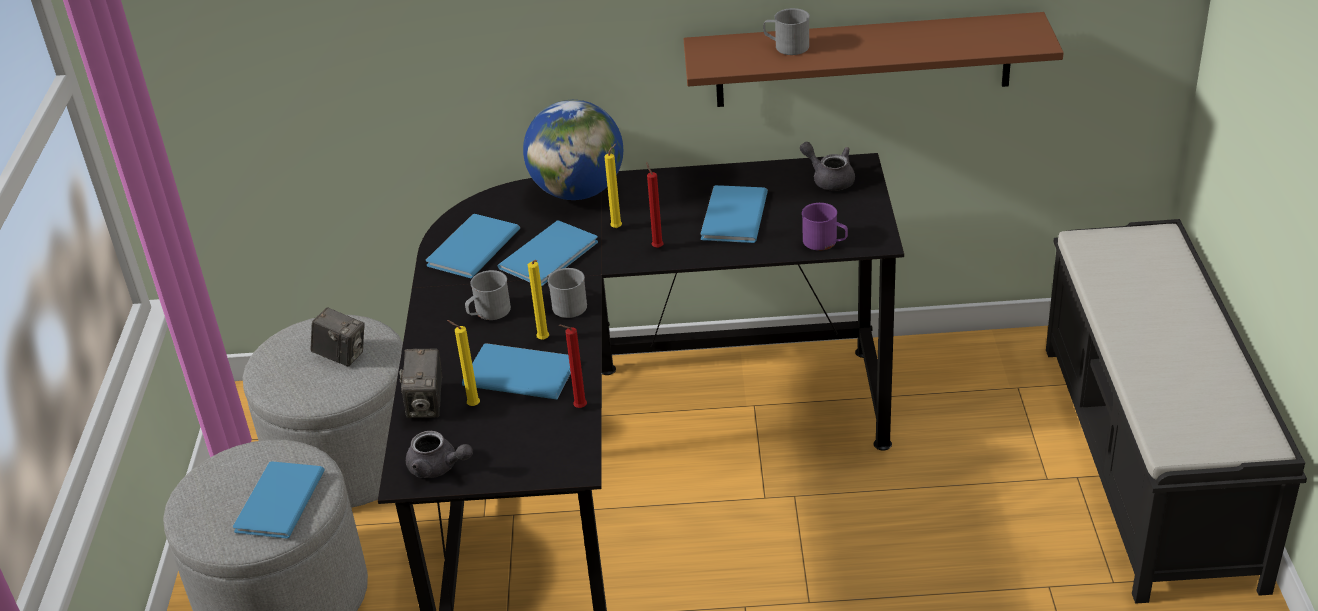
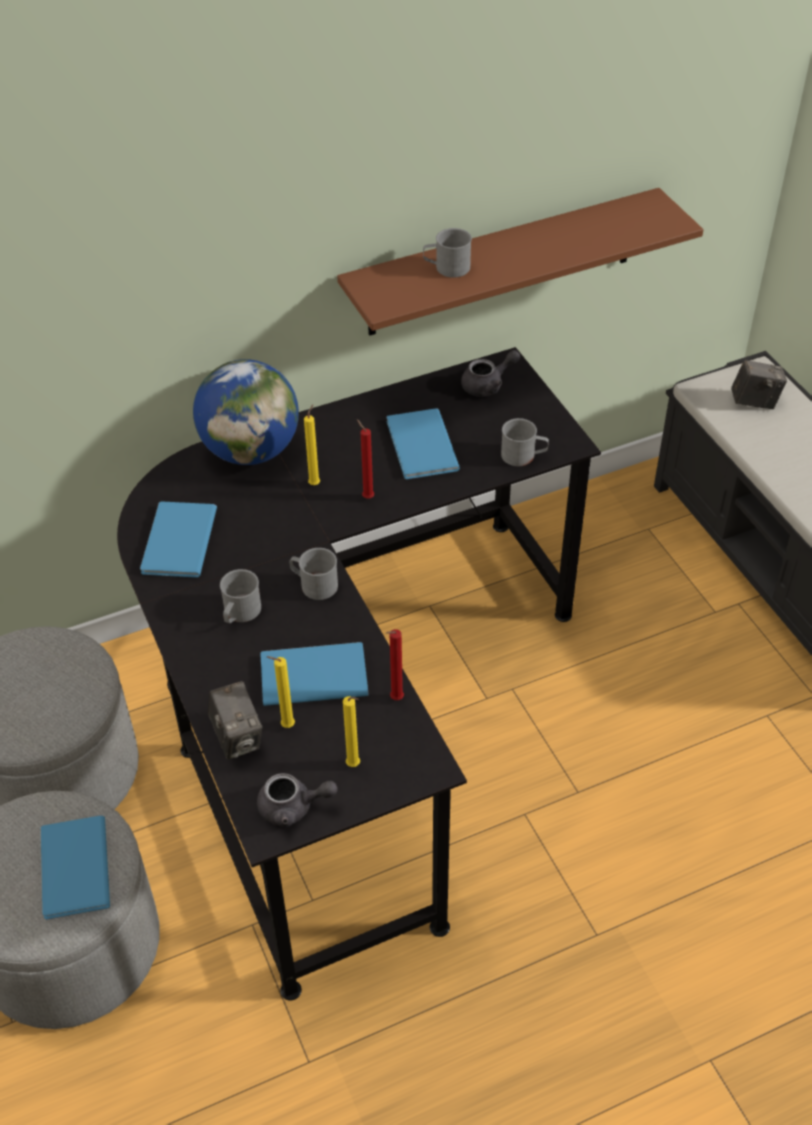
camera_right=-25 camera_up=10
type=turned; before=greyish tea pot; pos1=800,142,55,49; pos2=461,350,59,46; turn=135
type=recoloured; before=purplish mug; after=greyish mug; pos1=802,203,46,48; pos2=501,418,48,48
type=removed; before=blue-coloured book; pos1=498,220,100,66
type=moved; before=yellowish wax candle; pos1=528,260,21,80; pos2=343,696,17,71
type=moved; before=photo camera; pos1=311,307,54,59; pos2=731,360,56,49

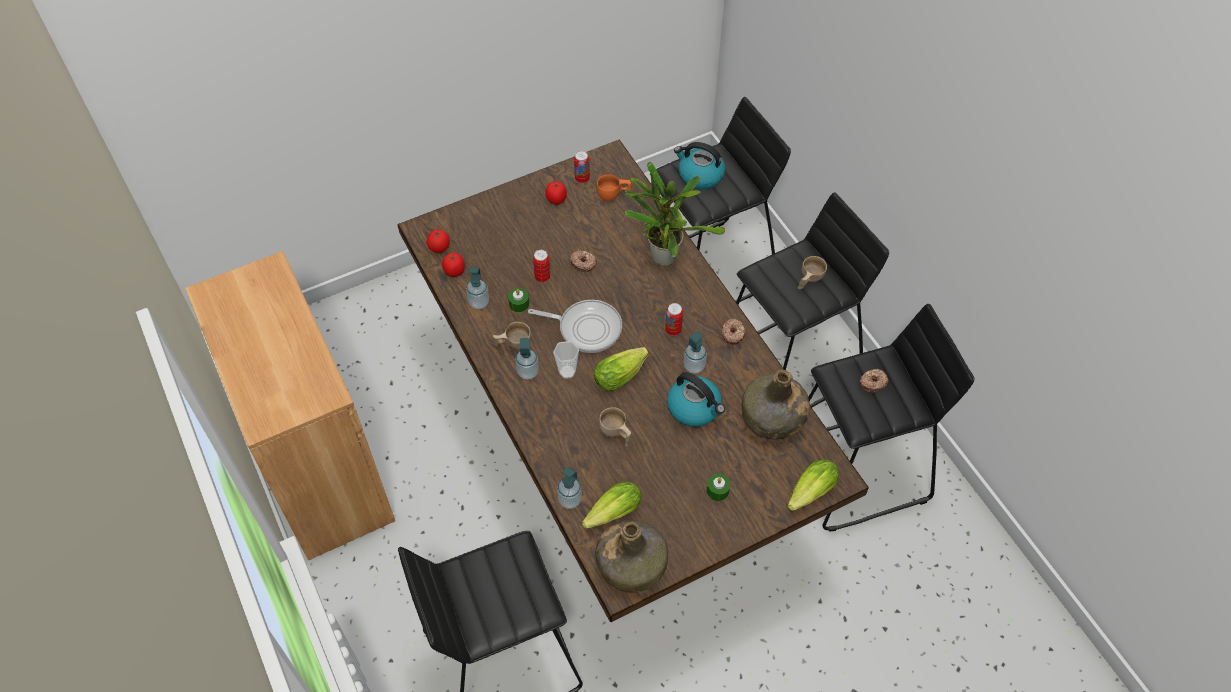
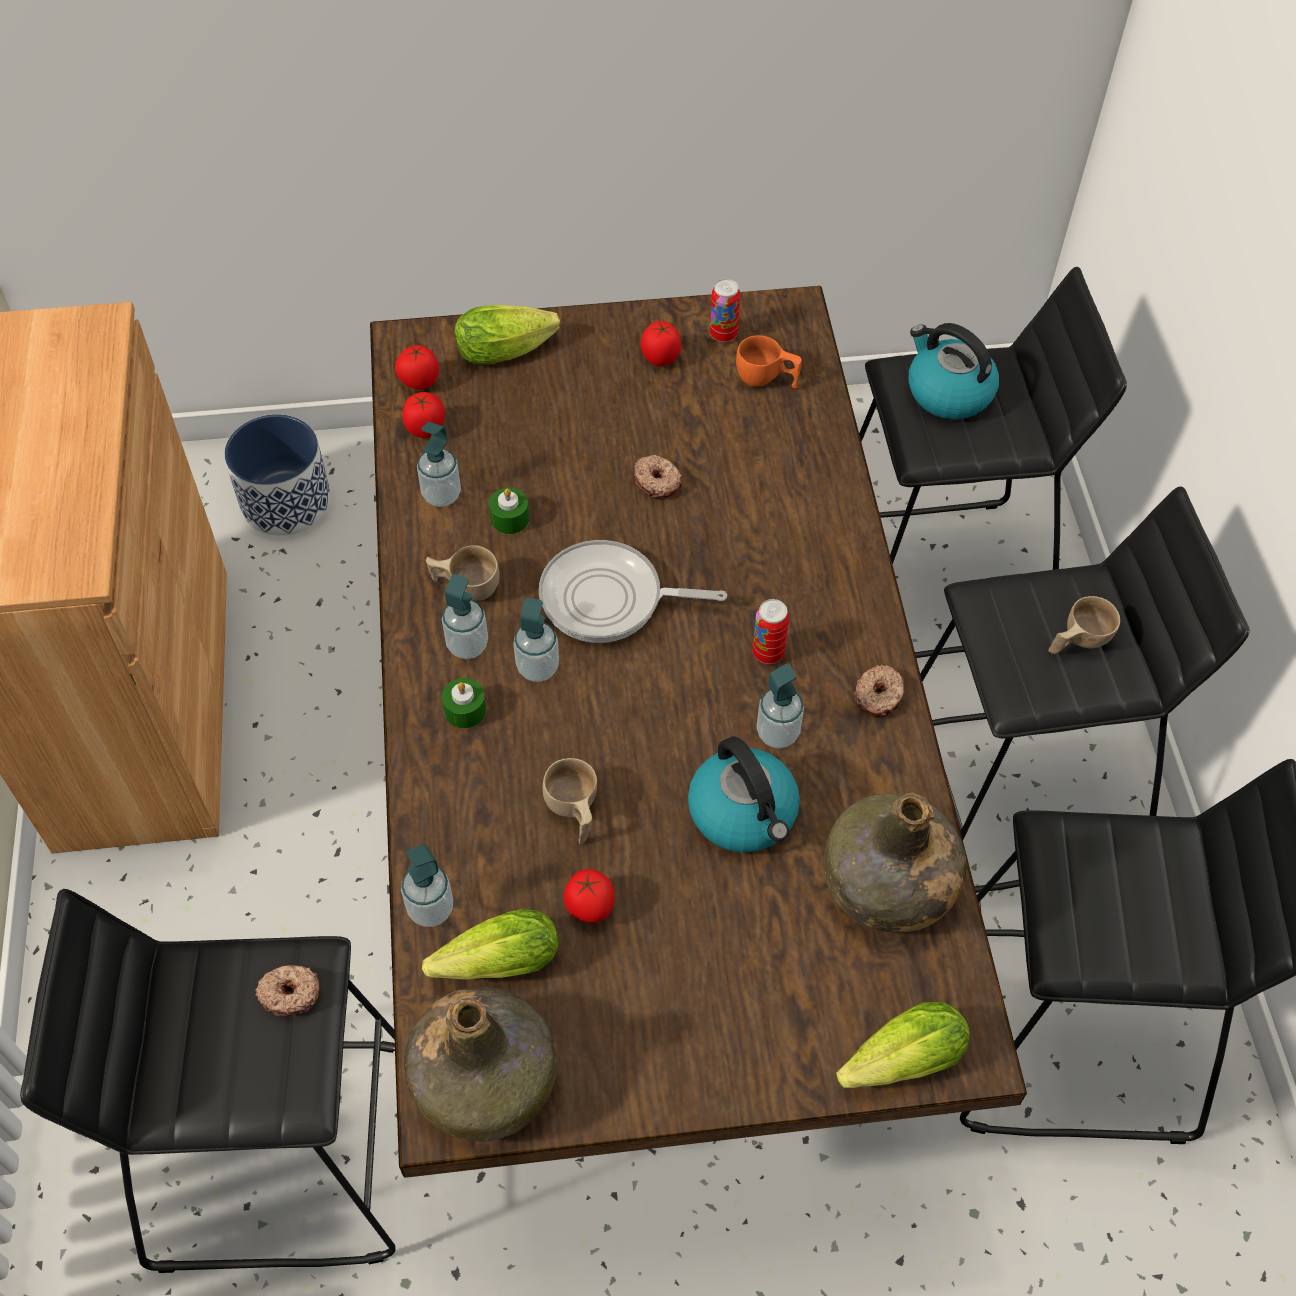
camera_right=20 camera_up=0
type=removed; before=plant in a pot; pos1=625,162,100,104
type=removed; before=sealed can; pos1=533,250,17,32
type=turned; before=pan; pos1=528,300,94,53; pos2=539,540,188,103; turn=150
type=replaced; before=drinking cup; after=liquid soap bottle; pos1=553,341,26,38; pos2=514,598,45,84
type=moved; before=head of lettuce; pos1=594,347,55,44; pos2=455,305,105,60
type=moved; before=donut; pos1=860,369,28,24; pos2=255,965,64,51
type=moved; before=green-coloured wax candle; pos1=707,474,23,27; pos2=442,678,44,51
type=added; after=plant pot; pos2=224,414,107,122
type=added; after=fresh tomato; pos2=564,869,51,54

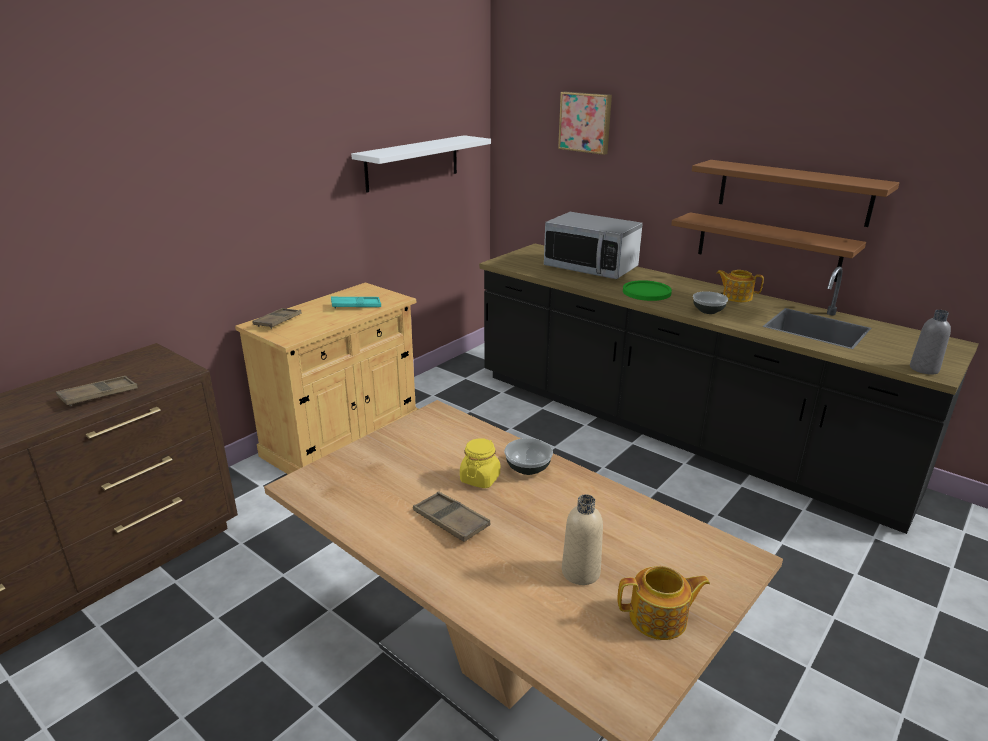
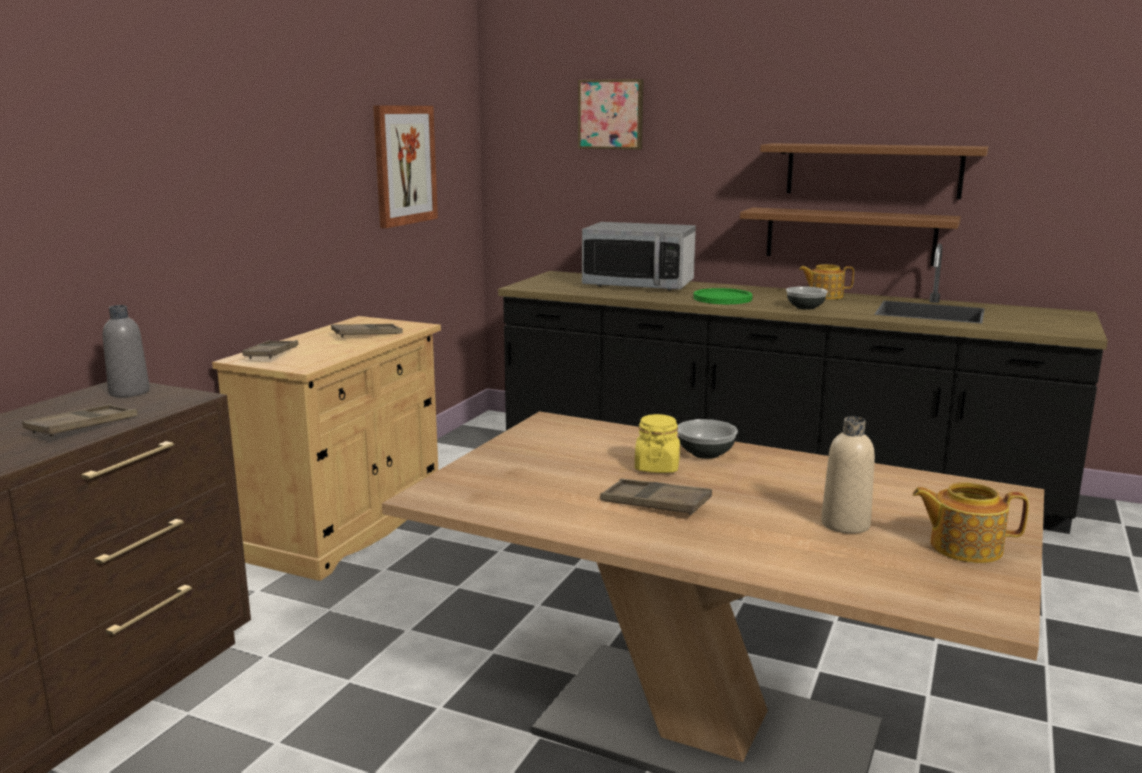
camera_right=-15 camera_up=-10
type=replaced; before=white-coloured shelf; after=picture; pos1=351,135,140,58; pos2=373,105,65,123
type=recoloured; before=turquoise-coloured tray; after=brown-coloured tray; pos1=331,297,50,11; pos2=331,324,72,13
type=moved; before=greyish beverage bottle; pos1=910,310,41,65; pos2=103,305,47,92
type=turned; before=tea pot; pos1=617,566,93,74; pos2=912,482,117,81; turn=-150

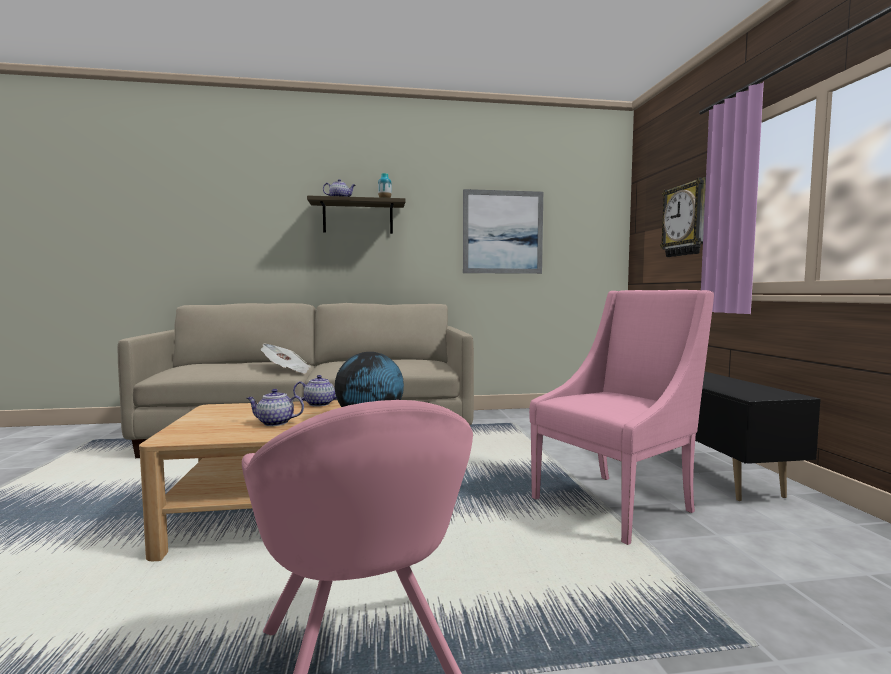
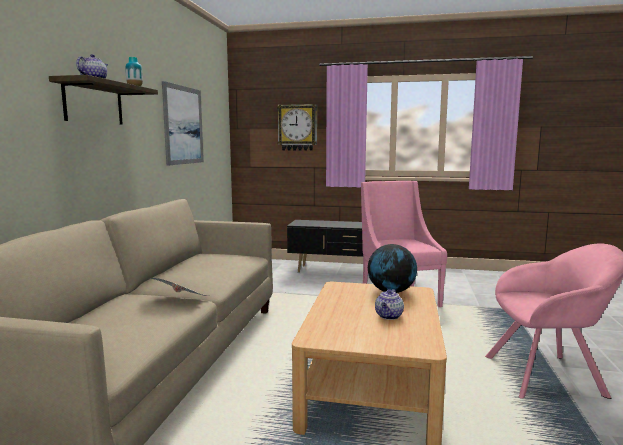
camera_right=-70 camera_up=5
type=removed; before=tea pot; pos1=293,375,44,31

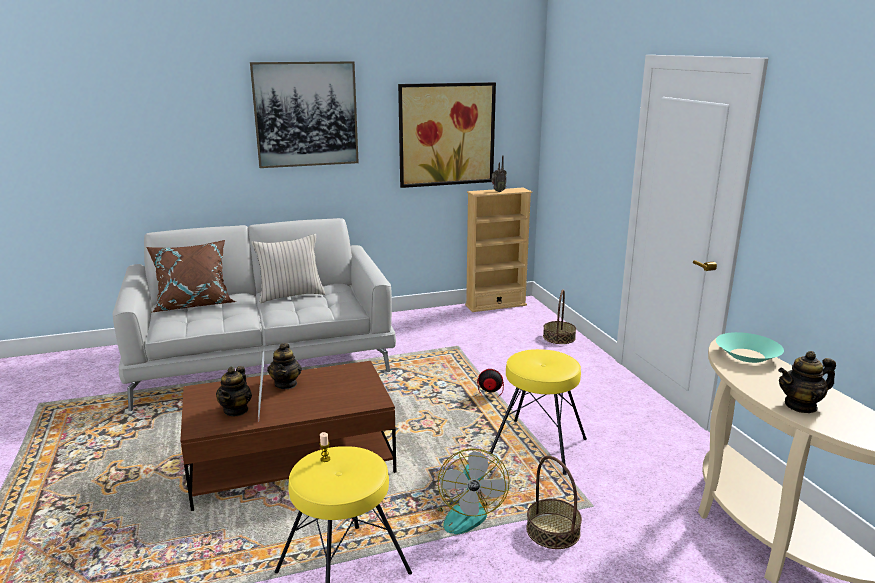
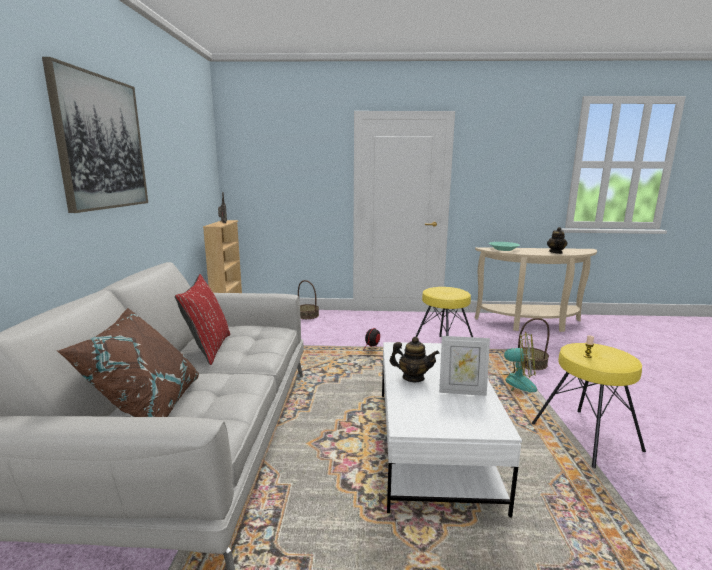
camera_right=-70 camera_up=-5
type=removed; before=picture; pos1=398,82,98,106
type=recoloured; before=beige pillow; after=red pillow; pos1=251,234,74,69; pos2=175,274,55,91
type=recoloured; before=brown-coloured lounge table; after=white-coloured lounge table; pos1=180,361,216,150; pos2=382,342,140,175
type=removed; before=tea pot; pos1=216,366,36,50

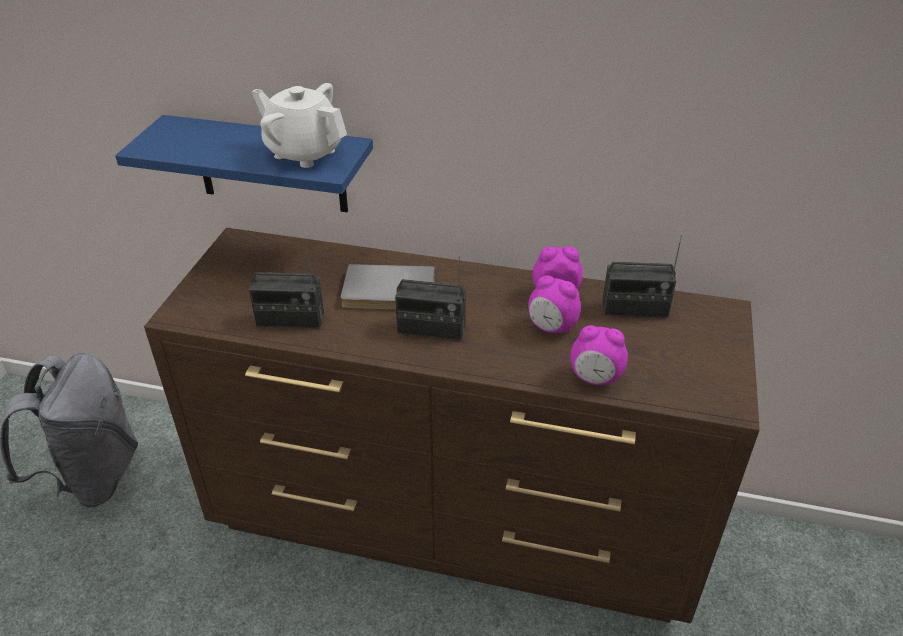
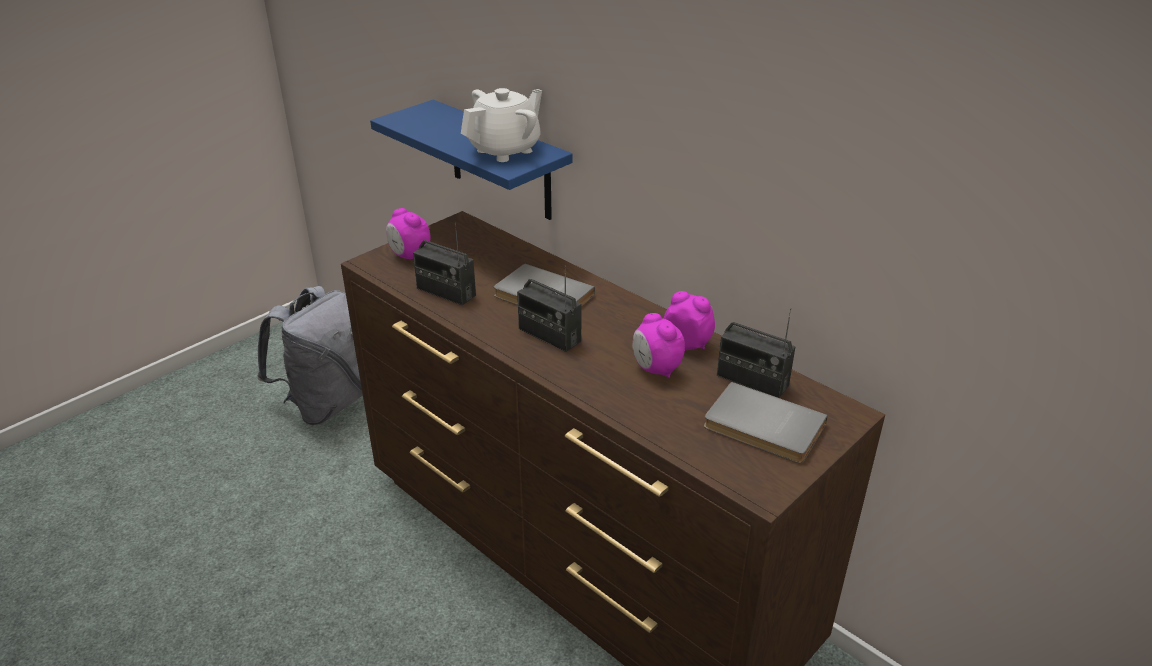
camera_right=30 camera_up=-5
type=turned; before=white-coloured tea pot; pos1=252,83,95,85; pos2=461,88,81,74; turn=75
type=moved; before=table clock; pos1=570,325,58,60; pos2=386,208,45,51
type=added; after=greyish book; pos2=704,382,124,81

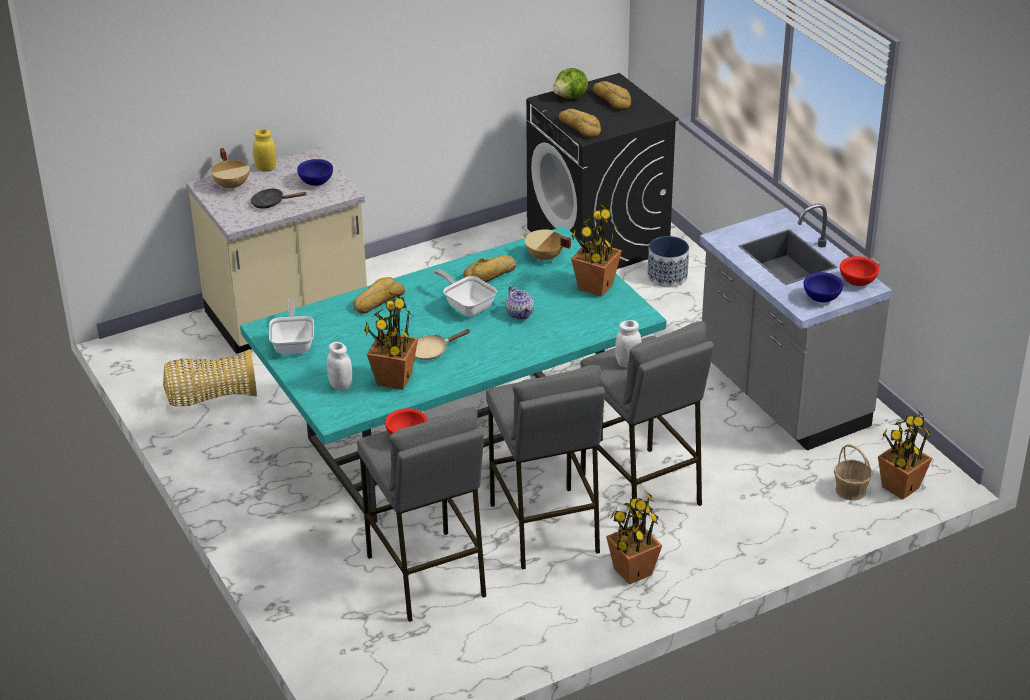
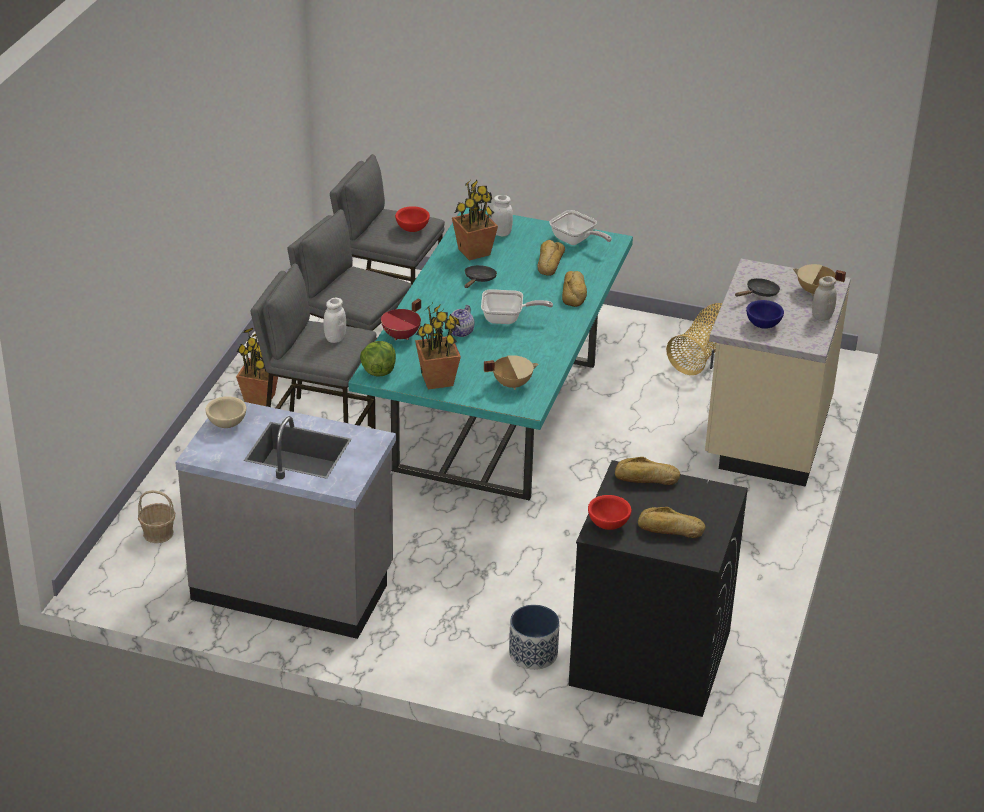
camera_right=135 camera_up=0
type=moved; before=head of lettuce; pos1=553,68,35,31; pos2=360,341,36,36
type=recoloured; before=yellowish preserve jar; after=white-coloured preserve jar; pos1=253,129,23,43; pos2=812,276,25,45
type=moved; before=bread; pos1=463,255,53,27; pos2=538,240,27,36
type=moved; before=red deep dish; pos1=840,256,39,30; pos2=588,495,44,35
type=recoloured; before=blue-coloured deep dish; after=beige deep dish; pos1=803,272,40,30; pos2=205,396,41,32
type=turned; before=tea pot; pos1=505,286,29,34; pos2=448,305,27,32; turn=-90
type=recoloured; before=beige pan; after=blackish pan; pos1=415,329,55,31; pos2=464,265,33,23
type=removed; before=plant in a pot; pos1=878,409,54,91
type=added; after=red cooking pot; pos2=381,299,40,42

